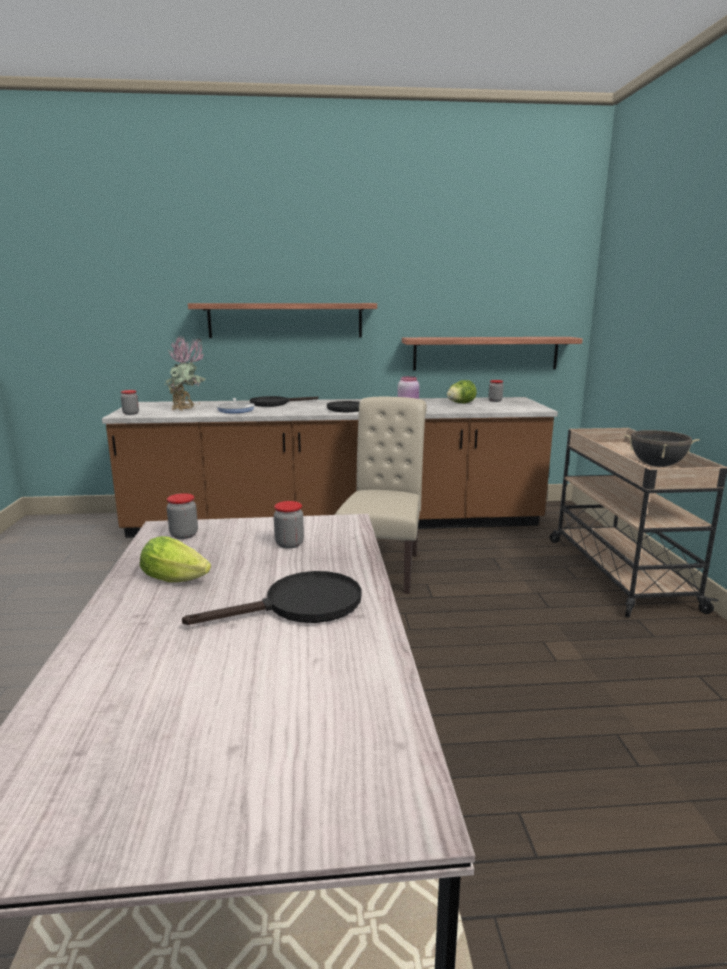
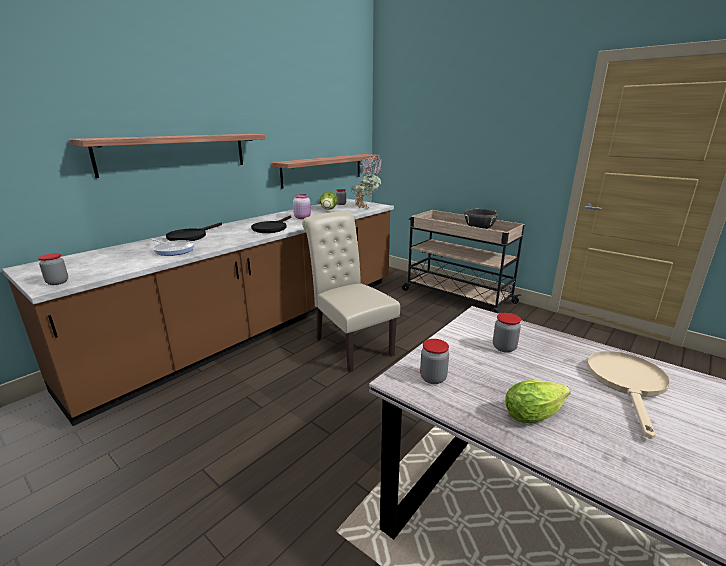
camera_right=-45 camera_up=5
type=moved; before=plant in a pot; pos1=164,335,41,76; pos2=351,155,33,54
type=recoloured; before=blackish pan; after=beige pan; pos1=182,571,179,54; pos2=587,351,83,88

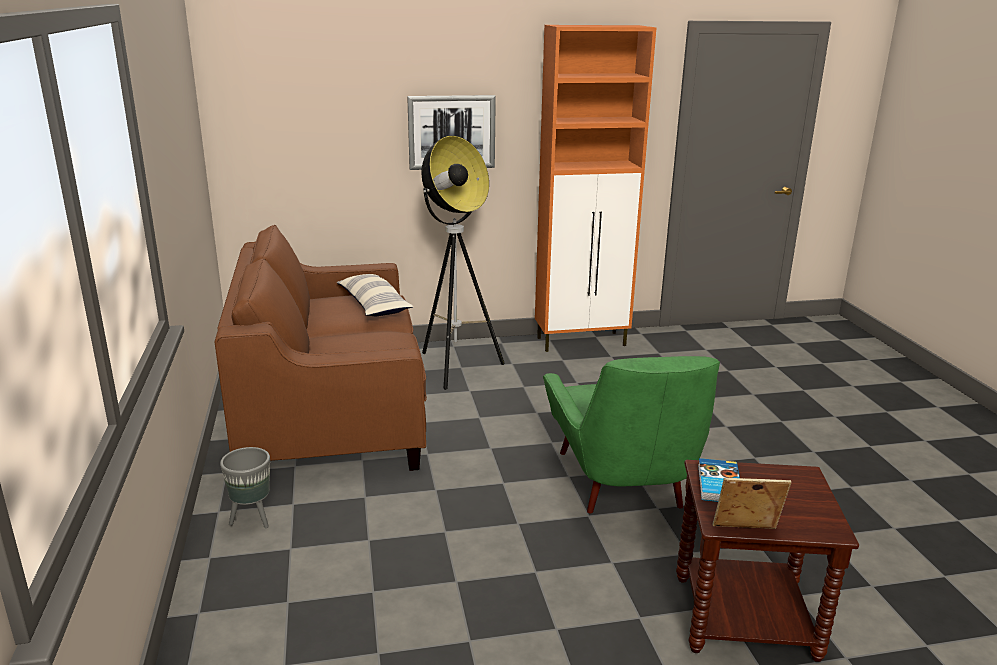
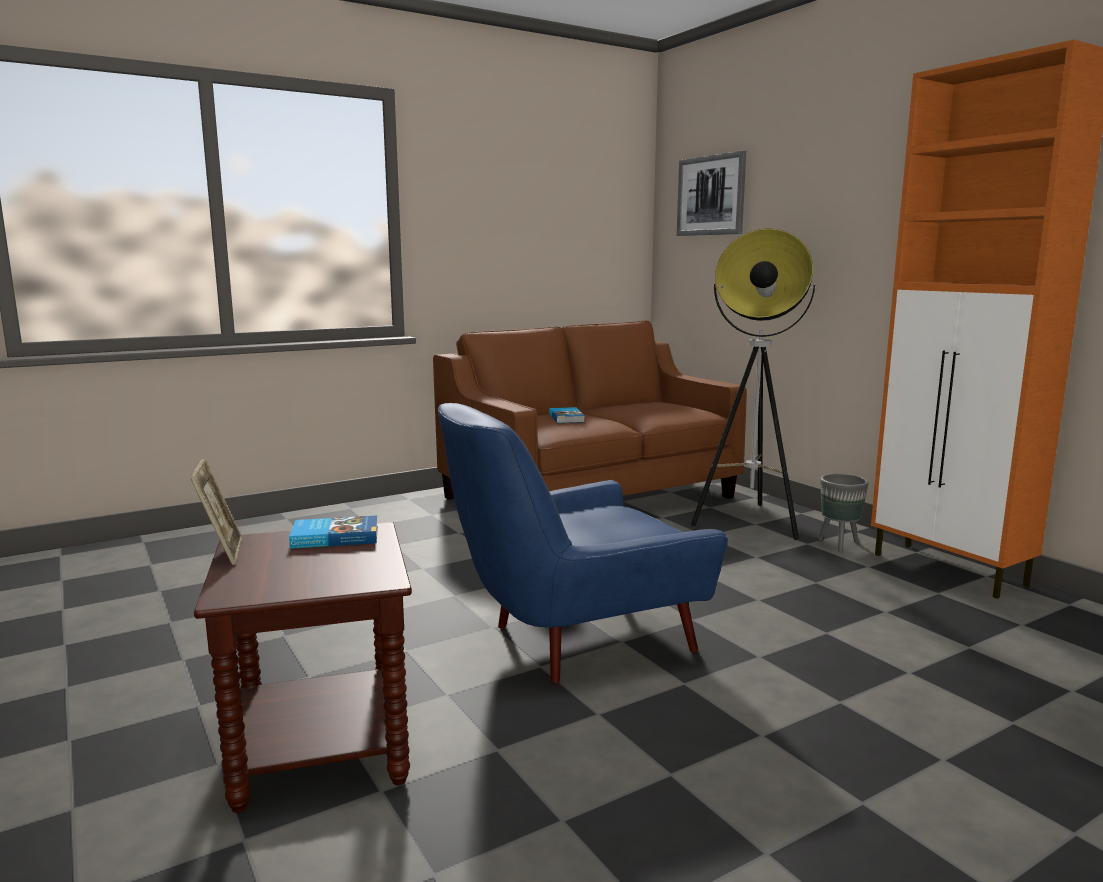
camera_right=70 camera_up=-10
type=moved; before=picture; pos1=407,95,89,75; pos2=676,151,70,85
type=removed; before=pillow; pos1=337,274,76,42
type=recoloured; before=green-coloured easy chair; after=blue-coloured easy chair; pos1=543,356,177,158; pos2=438,403,290,280
type=moved; before=greyish plant pot; pos1=220,447,50,81; pos2=818,474,51,78
type=added; after=book; pos2=549,407,36,16

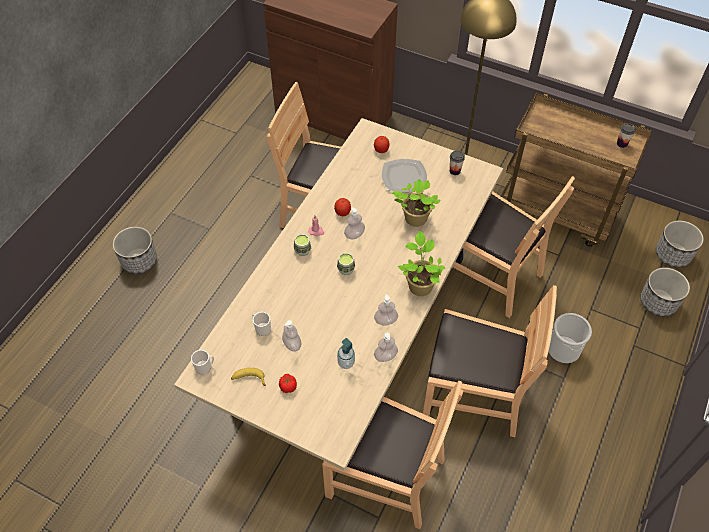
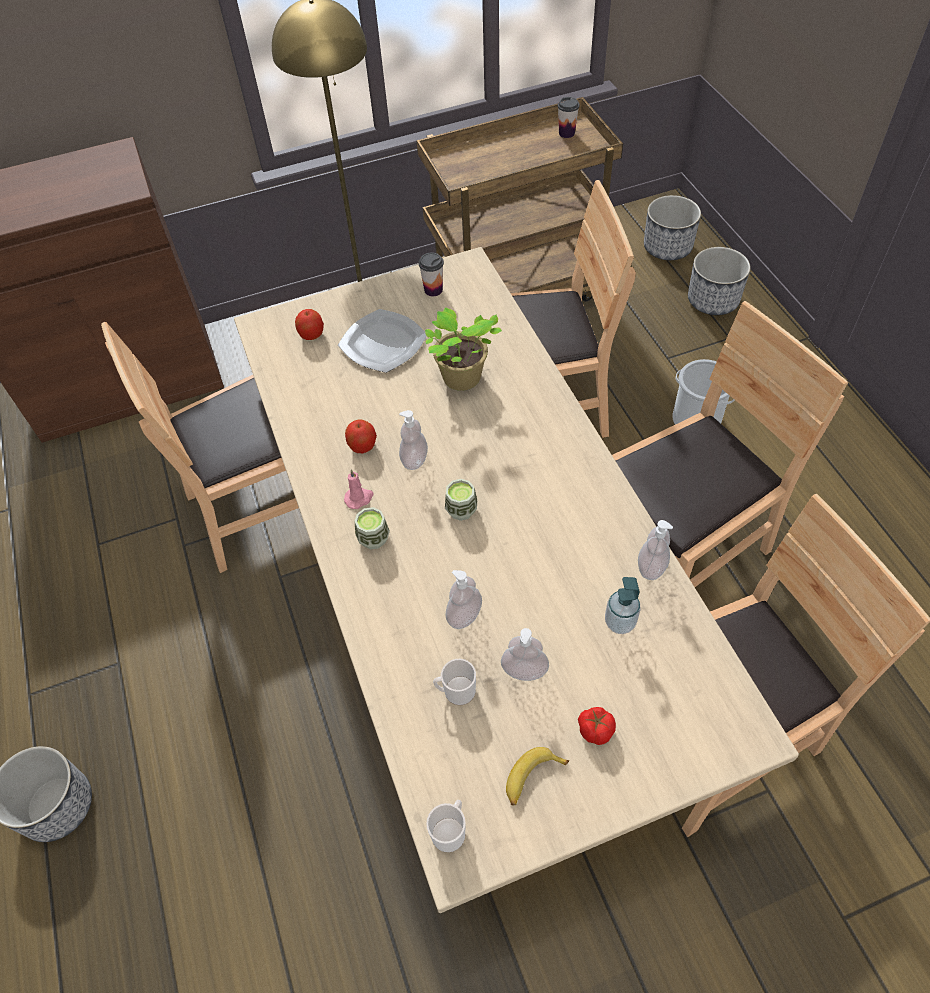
camera_right=-45 camera_up=0
type=removed; before=plant in a pot; pos1=398,231,47,65
type=moved; before=liquid soap bottle; pos1=374,294,24,32; pos2=446,570,36,59

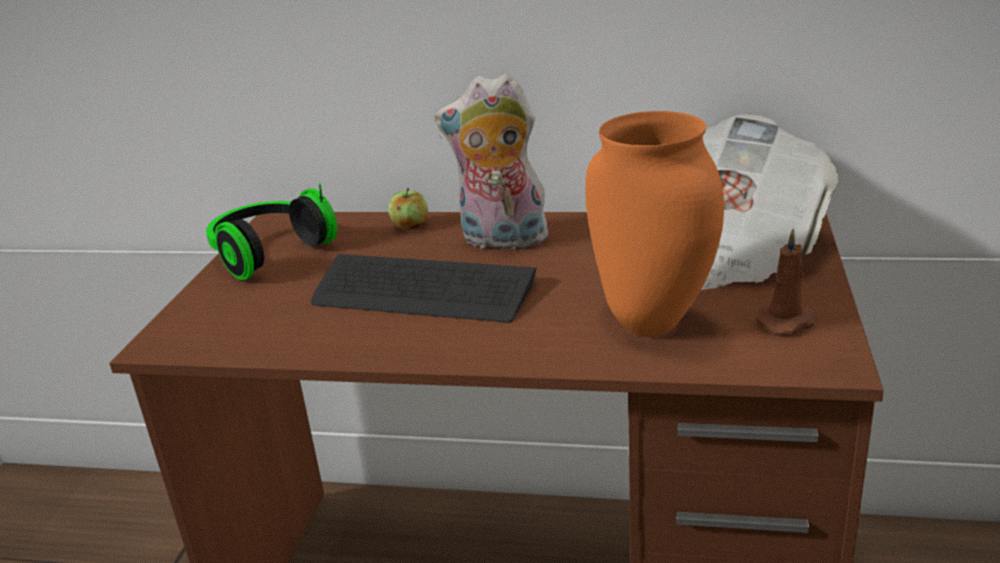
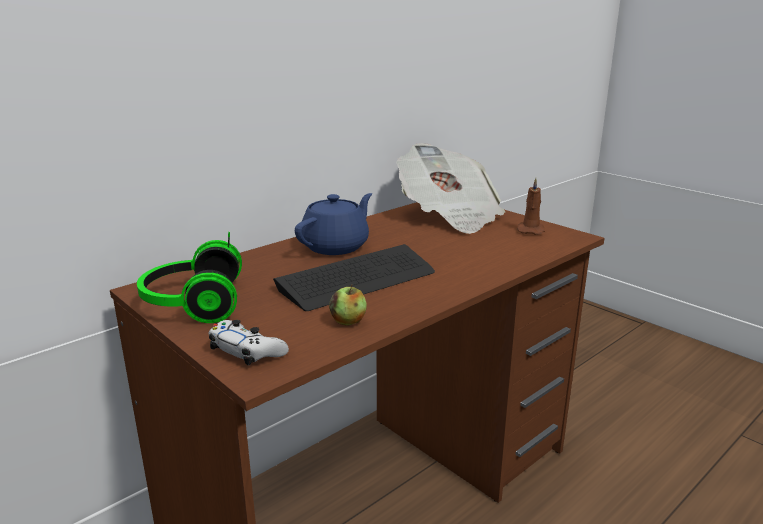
camera_right=-55 camera_up=-5
type=replaced; before=cuddly toy; after=blue-coloured tea pot; pos1=435,73,116,180; pos2=295,193,77,62
type=removed; before=orange vase; pos1=585,111,139,225
type=moved; before=apple; pos1=388,188,40,41; pos2=329,284,38,42
type=added; after=white-coloured gamepad; pos2=209,320,80,45

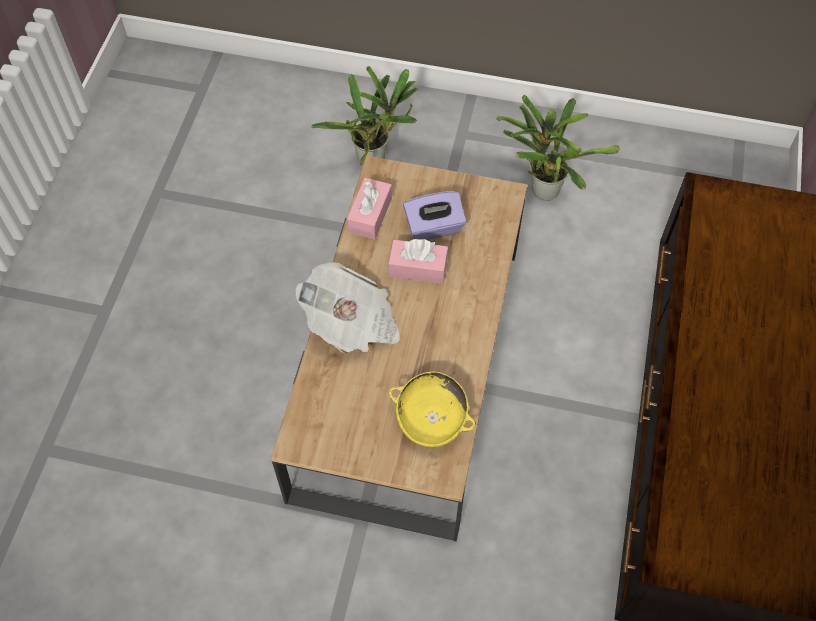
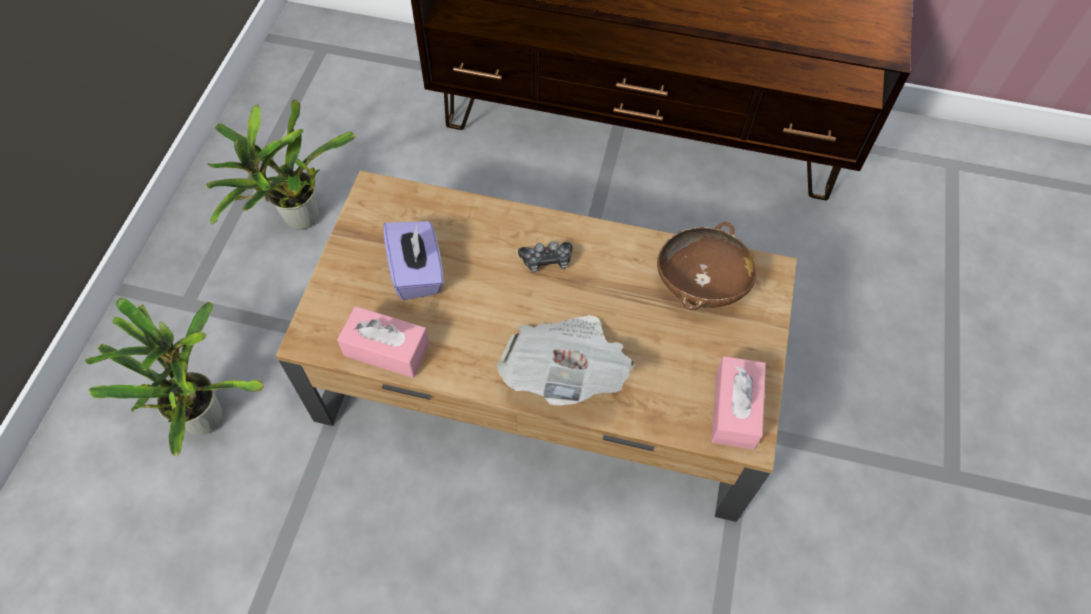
camera_right=-90 camera_up=0
type=moved; before=pink-coloured tissue box; pos1=388,239,60,45; pos2=711,356,55,94
type=recoloured; before=yellowish deep dish; after=brown-coloured deep dish; pos1=389,372,87,75; pos2=657,222,100,88
type=added; after=gamepad; pos2=518,241,55,32

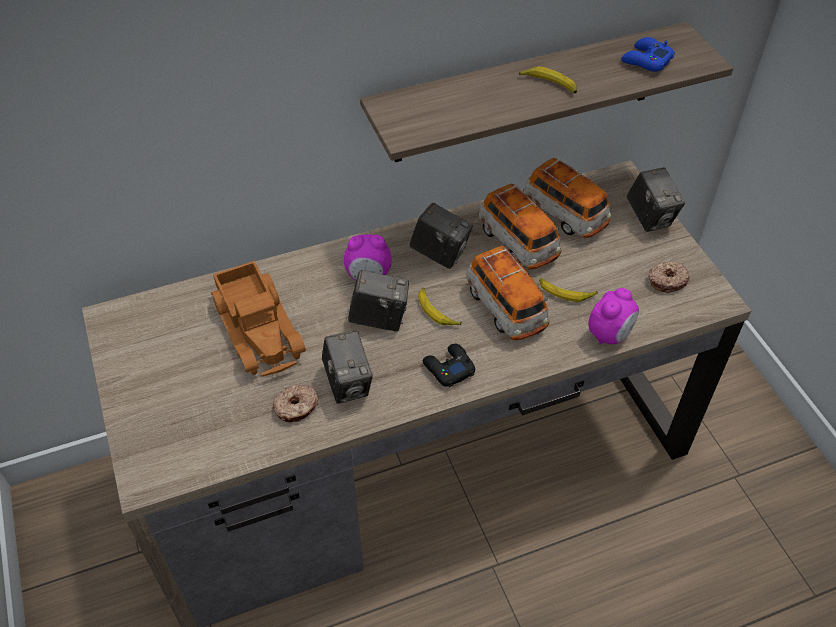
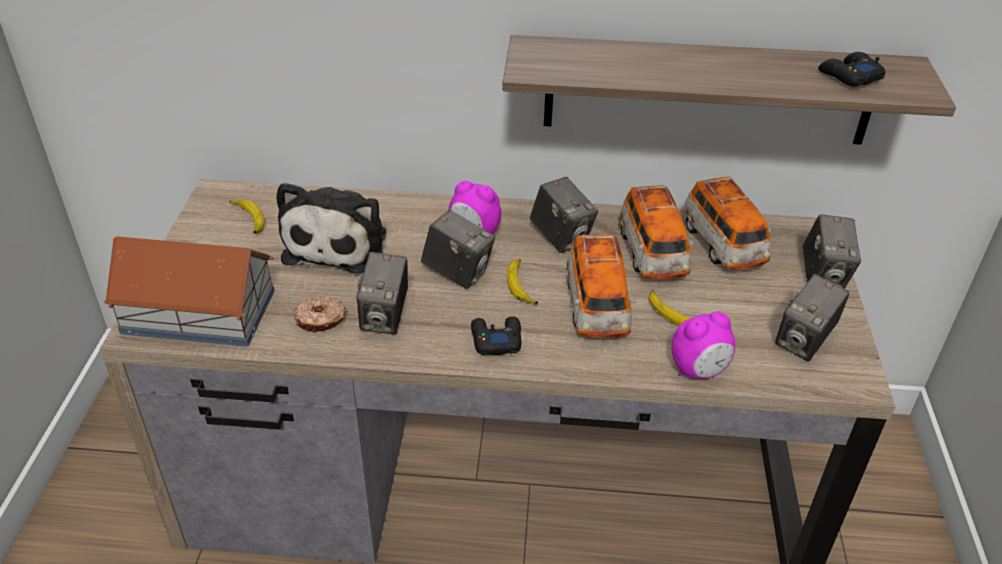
camera_right=25 camera_up=-10
type=recoloured; before=blue-coloured gamepad; after=blackish gamepad; pos1=621,37,54,35; pos2=818,52,68,35
type=moved; before=banana; pos1=519,66,58,27; pos2=229,200,35,34
type=replaced; before=model truck; after=cuddly toy; pos1=211,261,95,116; pos2=276,182,110,92
type=replaced; before=donut; after=photo camera; pos1=648,262,42,31; pos2=775,274,75,87
type=added; after=miniature house; pos2=104,236,170,111

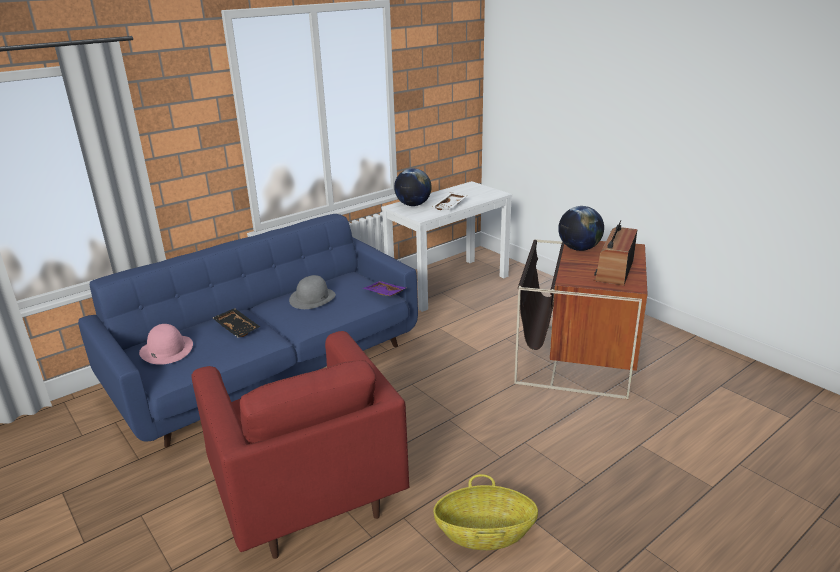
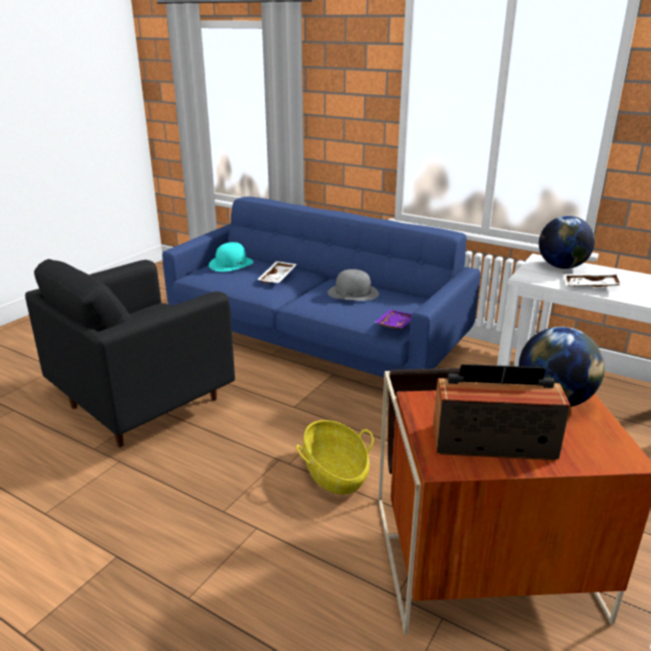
camera_right=70 camera_up=0
type=recoloured; before=blackish tray; after=white-coloured tray; pos1=213,308,47,29; pos2=257,261,40,23
type=recoloured; before=pink-coloured wearable hat; after=turquoise-coloured wearable hat; pos1=139,324,54,41; pos2=209,242,45,30
type=recoloured; before=red easy chair; after=blackish easy chair; pos1=191,331,218,228; pos2=25,259,210,188
type=moved; before=basket; pos1=433,474,105,76; pos2=296,420,78,74

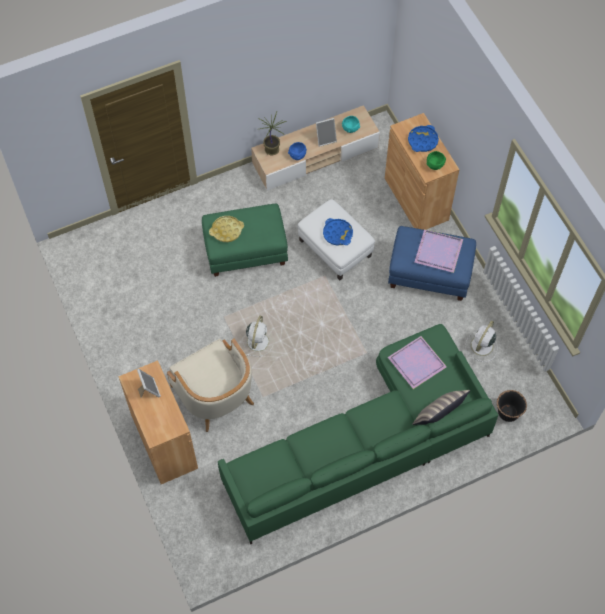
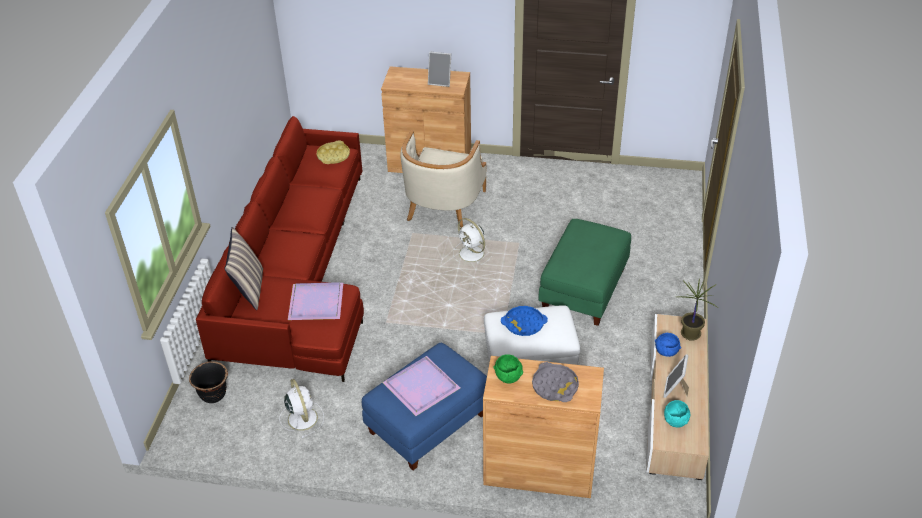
camera_right=125 camera_up=-20
type=recoloured; before=blue-coloured tray; after=greyish tray; pos1=408,125,31,27; pos2=532,362,47,40
type=moved; before=yellowish tray; pos1=209,216,35,26; pos2=317,140,33,24
type=recoloured; before=green-coloured sofa; after=red sofa; pos1=218,324,280,221; pos2=196,116,168,266
type=turned; before=beige easy chair; pos1=167,338,87,94; pos2=400,130,86,98; turn=-75

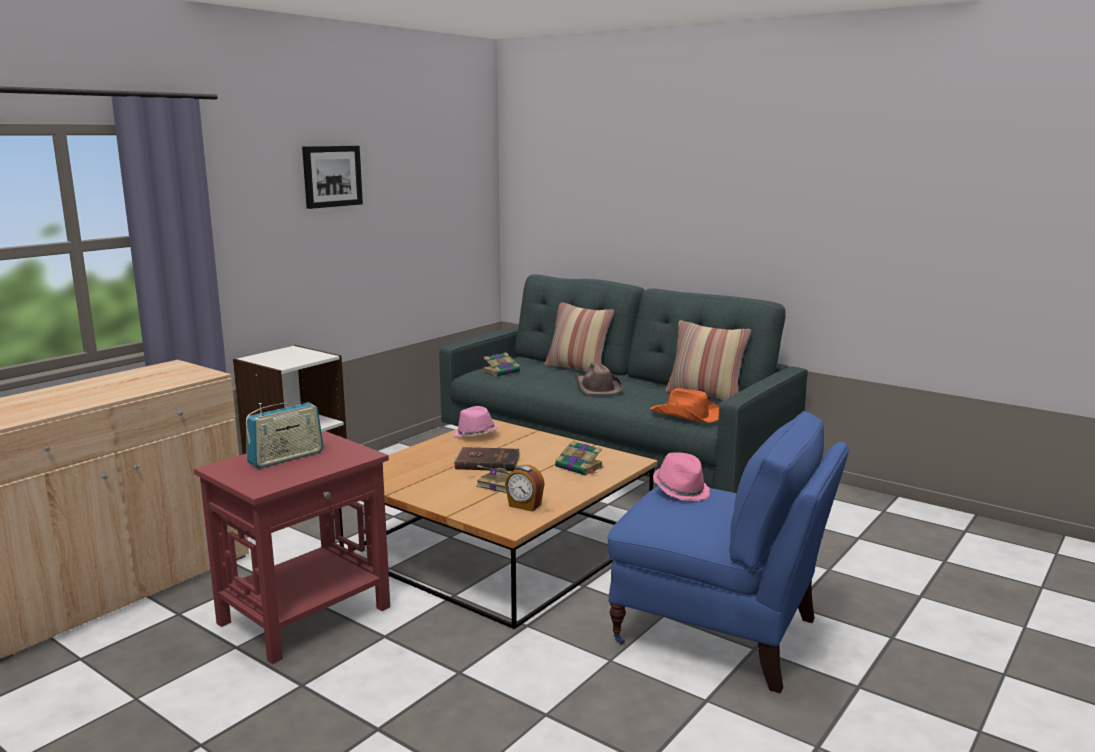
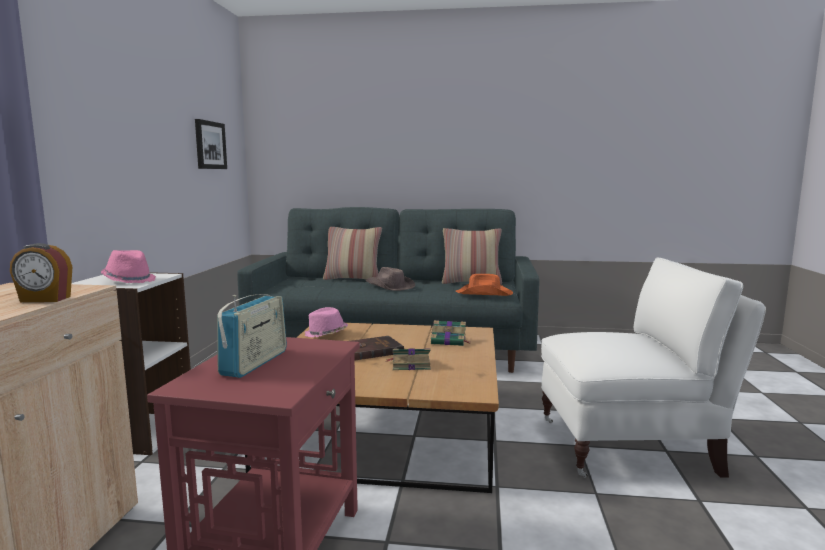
camera_right=-30 camera_up=-5
type=moved; before=picture; pos1=302,146,61,63; pos2=195,119,32,50
type=removed; before=book; pos1=482,352,39,25
type=recoloured; before=blue-coloured easy chair; after=white-coloured easy chair; pos1=607,411,242,282; pos2=541,257,225,221
type=moved; before=pink-coloured wearable hat; pos1=653,452,57,49; pos2=101,250,55,33
type=moved; before=table clock; pos1=505,465,39,47; pos2=10,243,62,59

